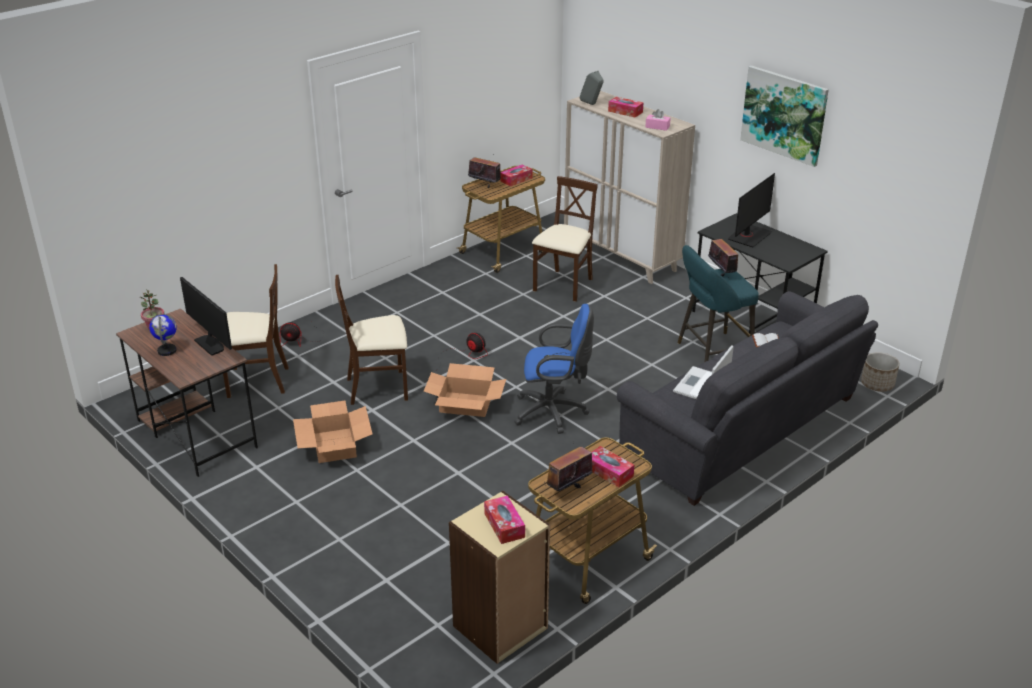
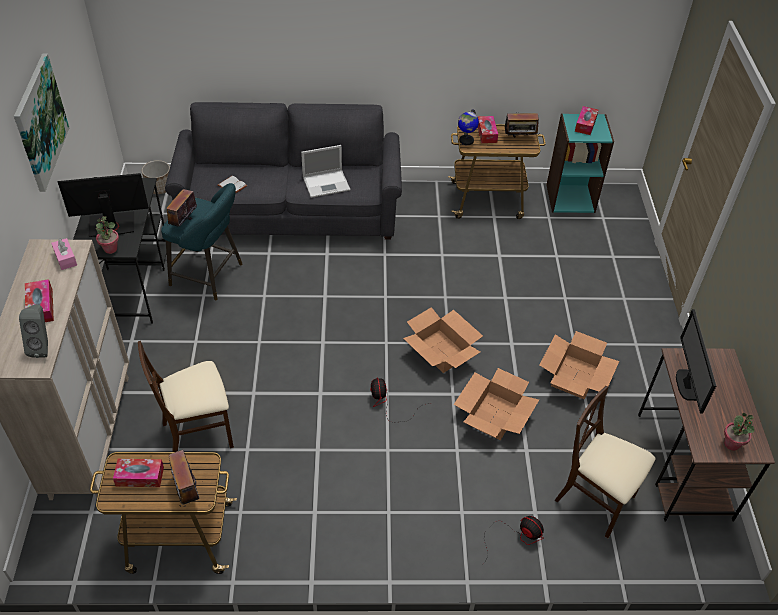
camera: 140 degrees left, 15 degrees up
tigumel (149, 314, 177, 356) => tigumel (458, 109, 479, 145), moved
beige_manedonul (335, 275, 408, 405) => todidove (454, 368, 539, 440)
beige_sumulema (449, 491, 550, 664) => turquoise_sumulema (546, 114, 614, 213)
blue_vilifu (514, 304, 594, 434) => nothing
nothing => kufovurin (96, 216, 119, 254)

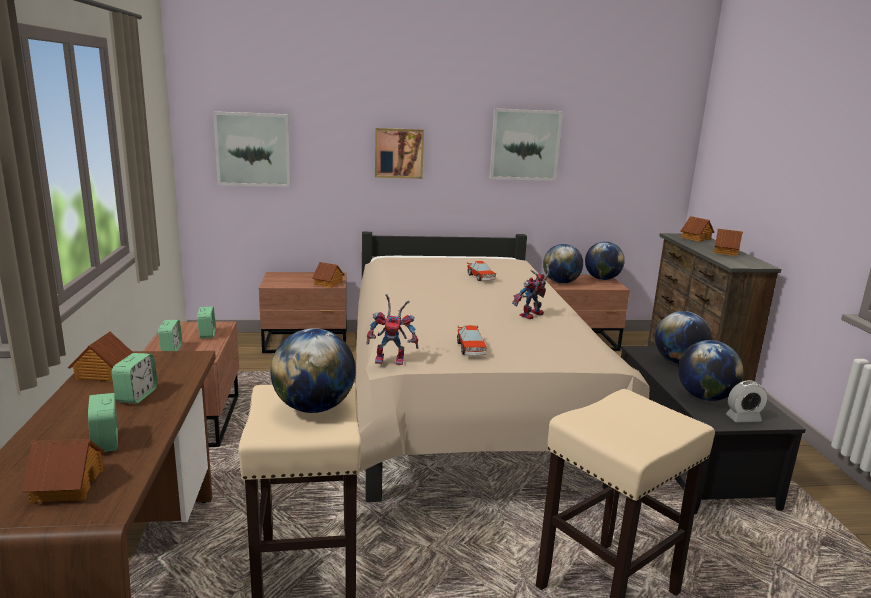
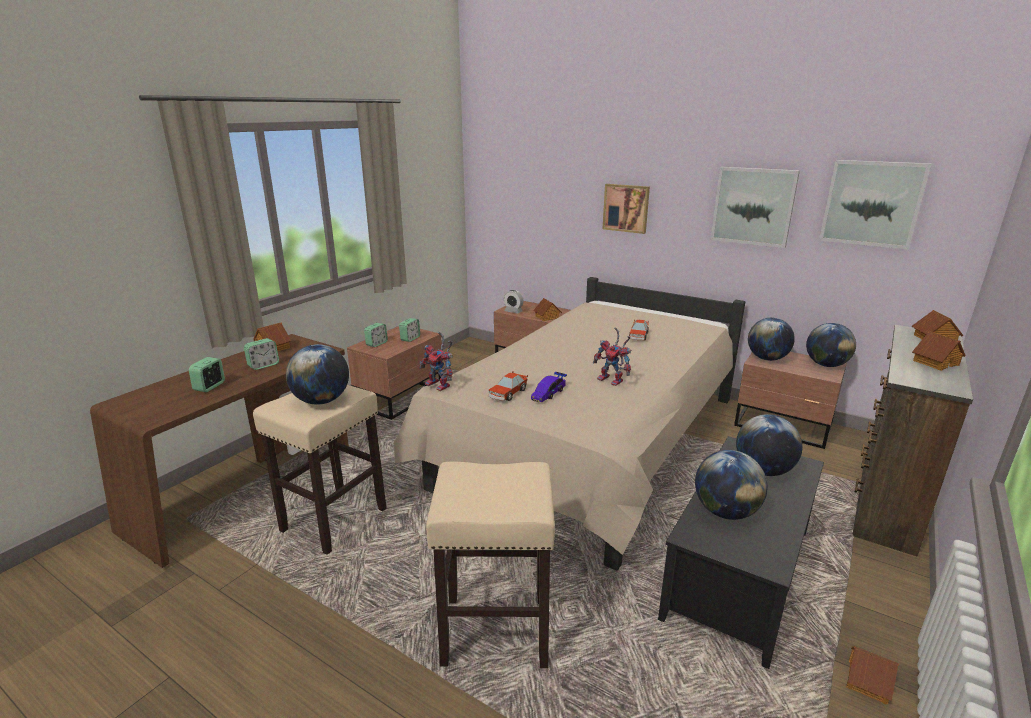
camera: 40 degrees right, 5 degrees up
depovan (22, 439, 105, 503) => depovan (846, 646, 899, 705), moved
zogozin (213, 111, 291, 187) => zogozin (819, 160, 931, 250), moved
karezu (512, 264, 550, 319) => karezu (593, 327, 632, 386), 135 degrees counterclockwise
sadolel (726, 380, 768, 422) => sadolel (504, 290, 523, 314), moved
nothing => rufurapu (531, 372, 567, 402)

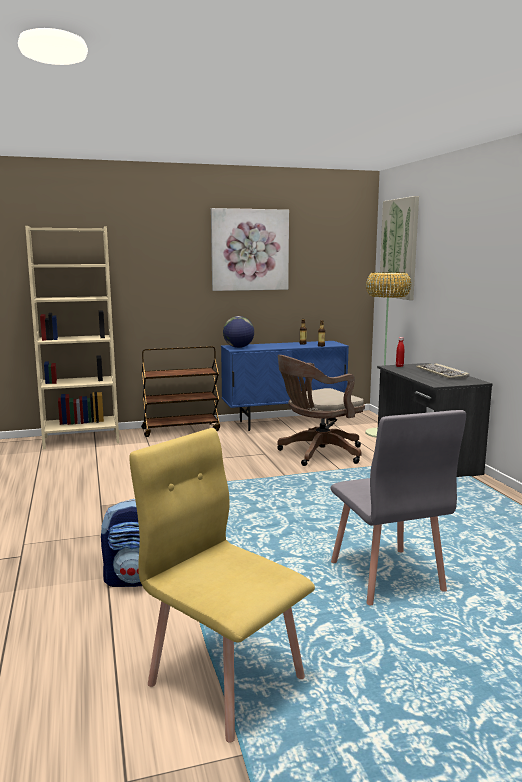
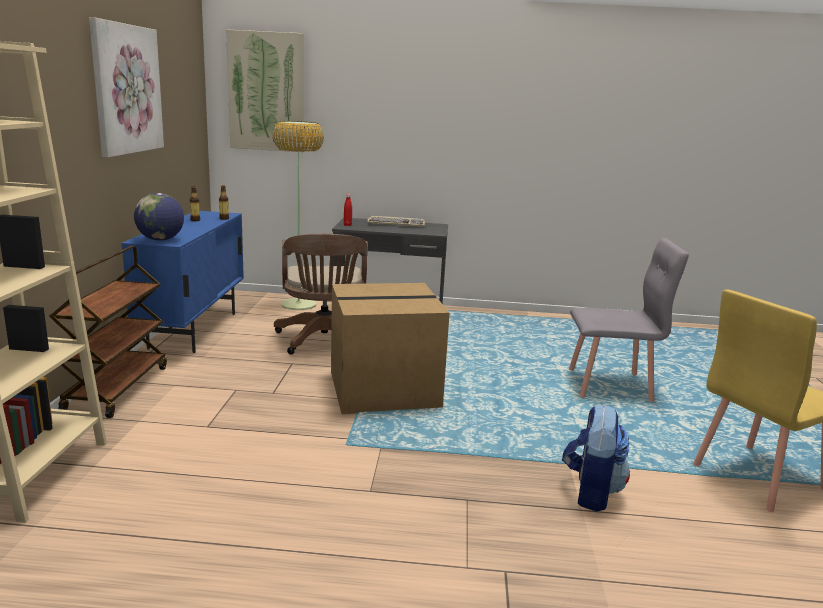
camera: 70 degrees left, 5 degrees up
nothing => todidove (331, 283, 450, 414)

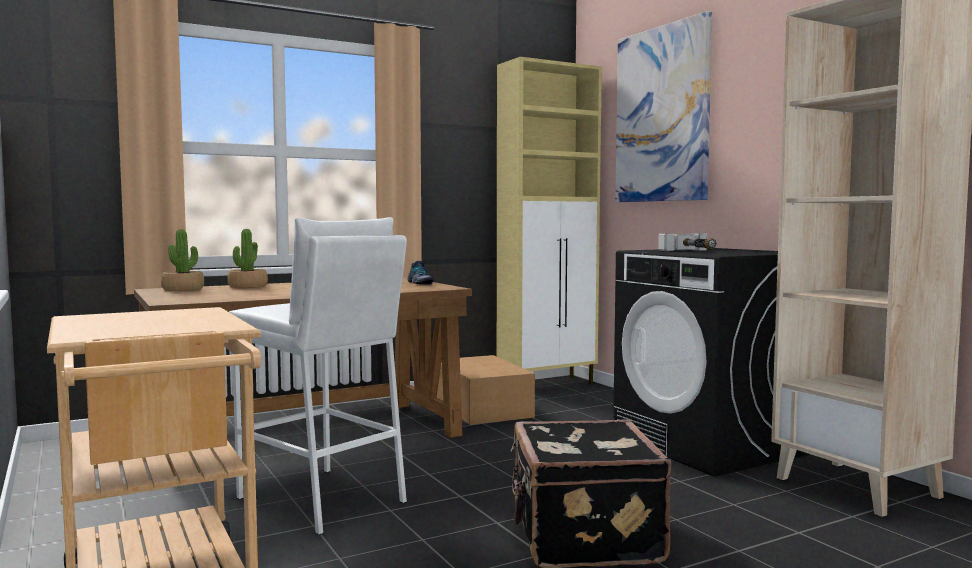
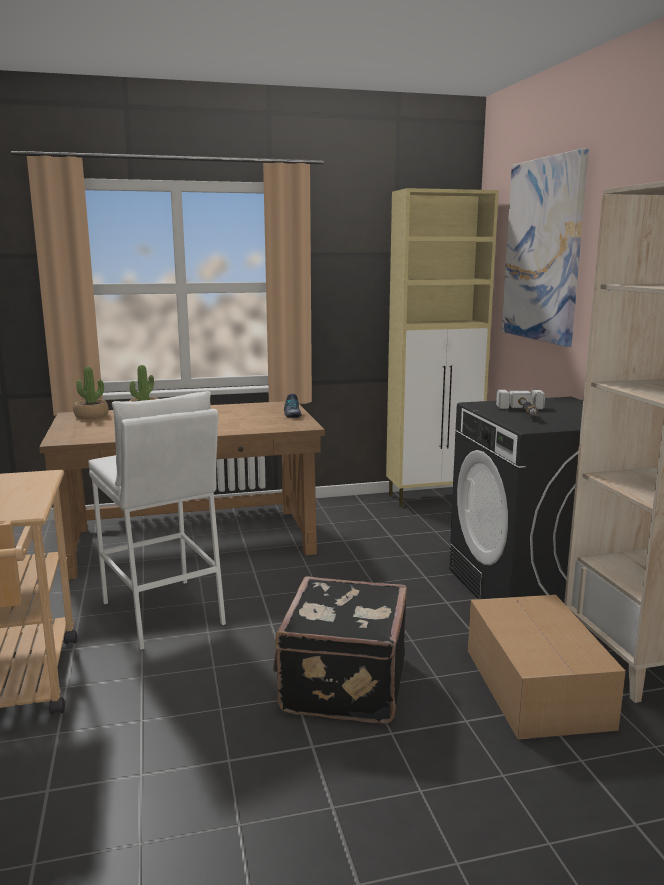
camera: 15 degrees right, 10 degrees up
todidove (437, 355, 535, 425) => todidove (468, 595, 626, 739), moved

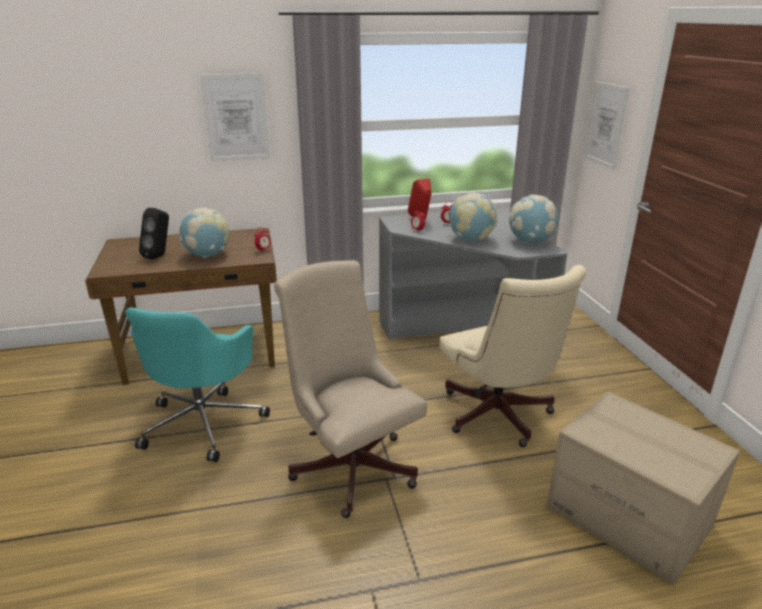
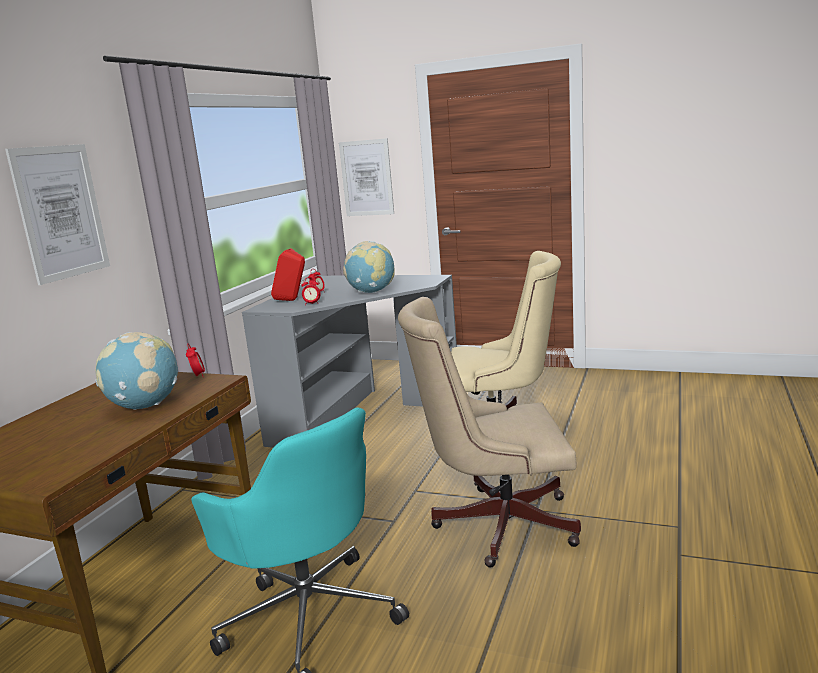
camera: 55 degrees left, 10 degrees down
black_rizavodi (139, 208, 169, 259) => nothing
tigumel (509, 195, 558, 244) => nothing
todidove (547, 392, 740, 585) => nothing

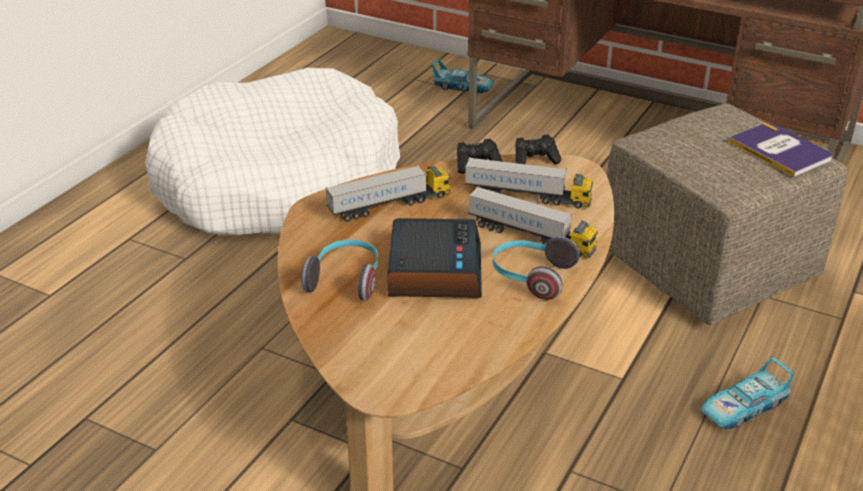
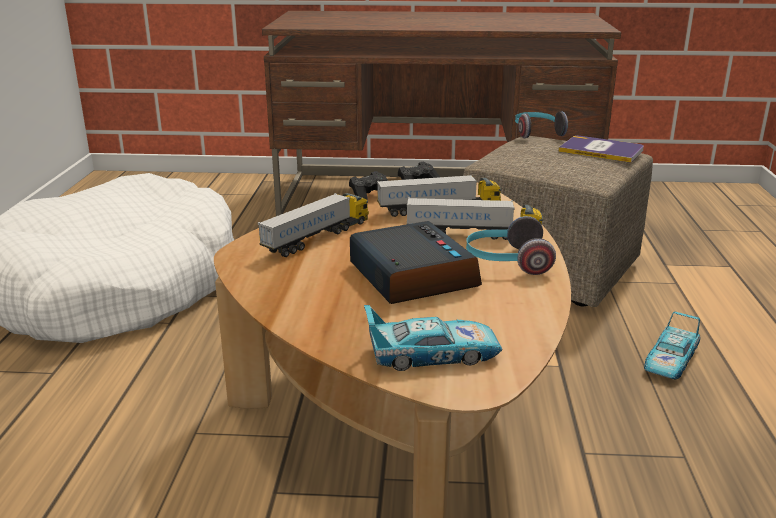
camera: 25 degrees left, 10 degrees down
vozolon (301, 239, 378, 301) => vozolon (515, 112, 568, 138), moved
rufurapu (432, 59, 494, 93) => rufurapu (364, 305, 502, 371), moved

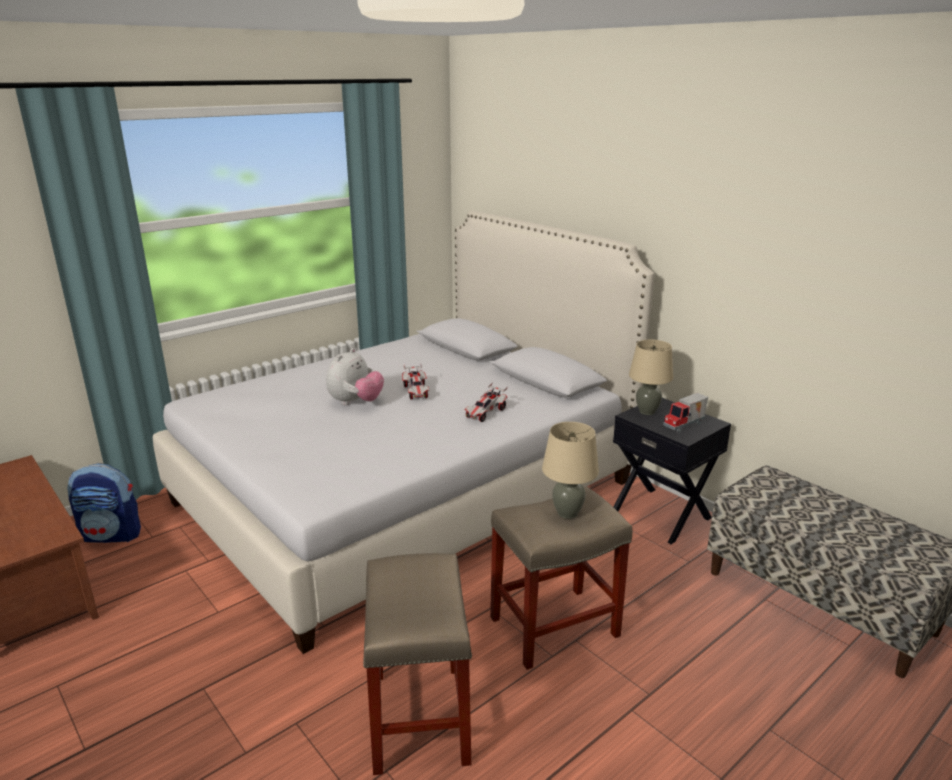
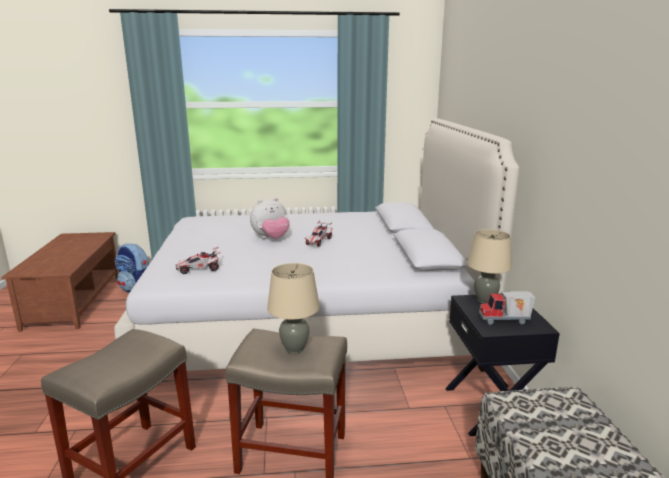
camera: 35 degrees right, 5 degrees down
rufurapu (465, 383, 508, 422) => rufurapu (176, 247, 221, 274), moved

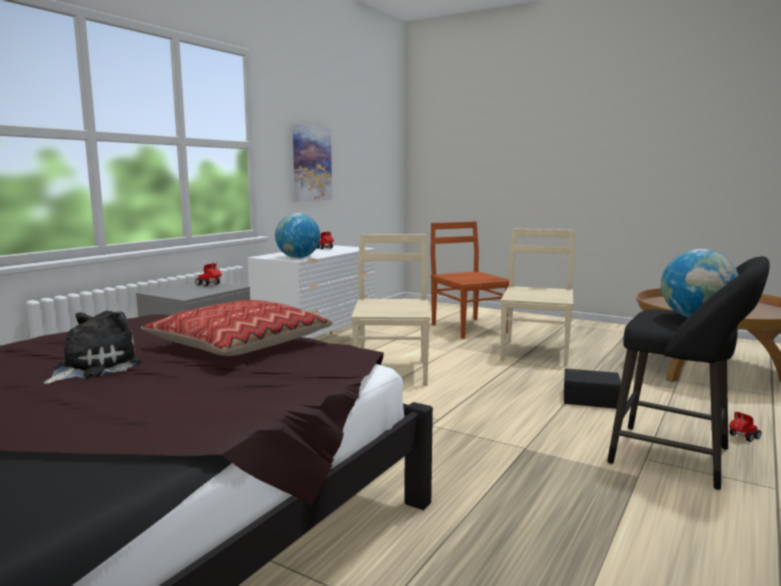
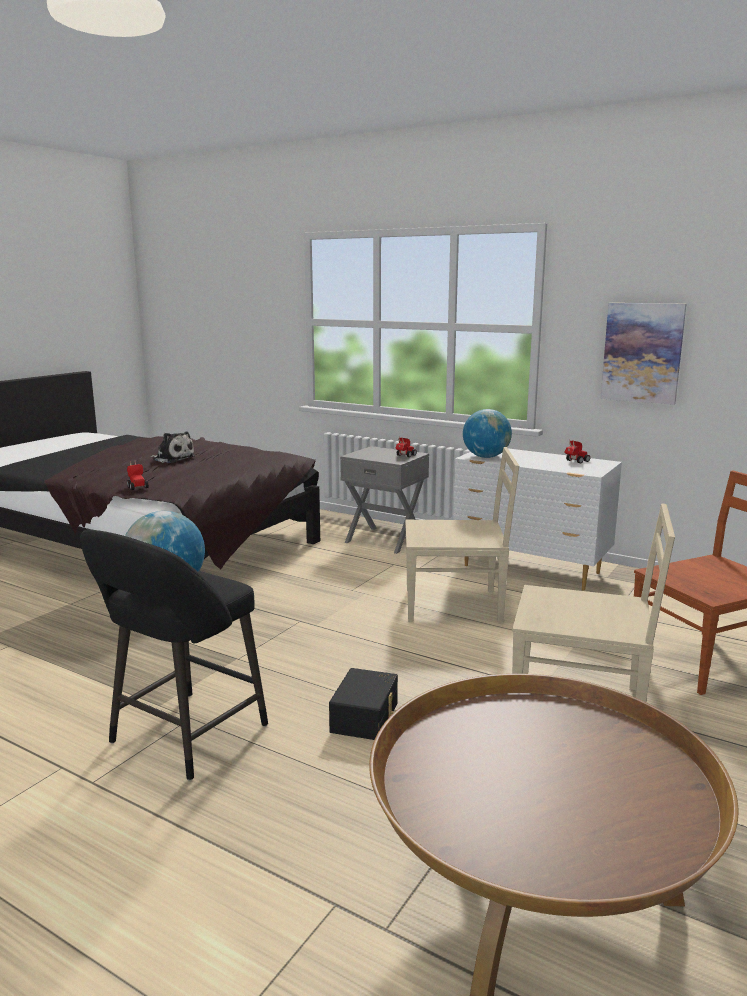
camera: 90 degrees right, 5 degrees up
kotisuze (141, 300, 333, 356) => nothing
rufurapu (729, 412, 762, 442) => rufurapu (127, 461, 149, 490), moved

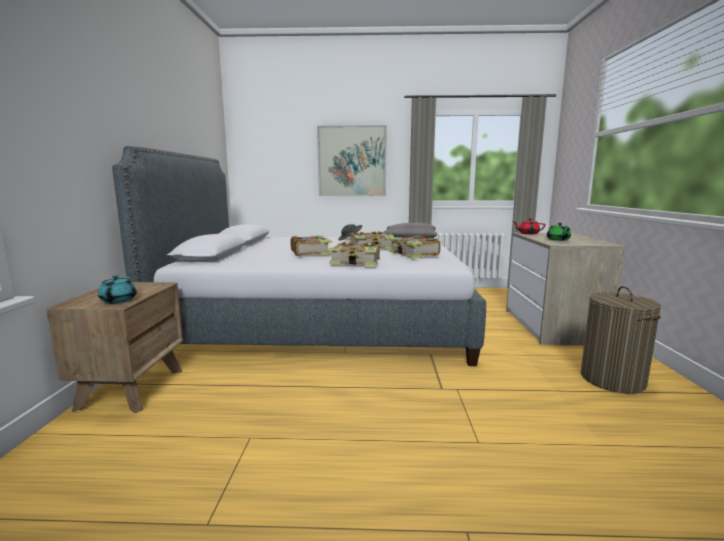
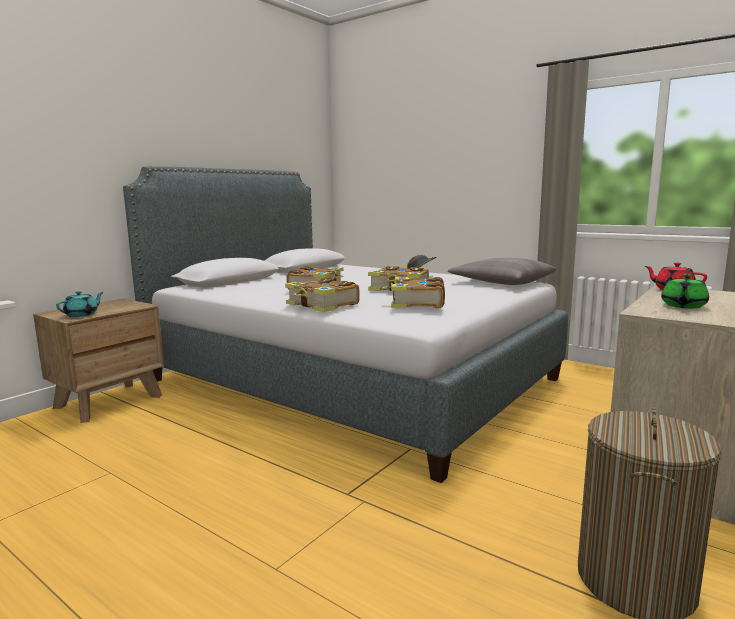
camera: 35 degrees right, 0 degrees up
zogozin (317, 125, 387, 196) => nothing

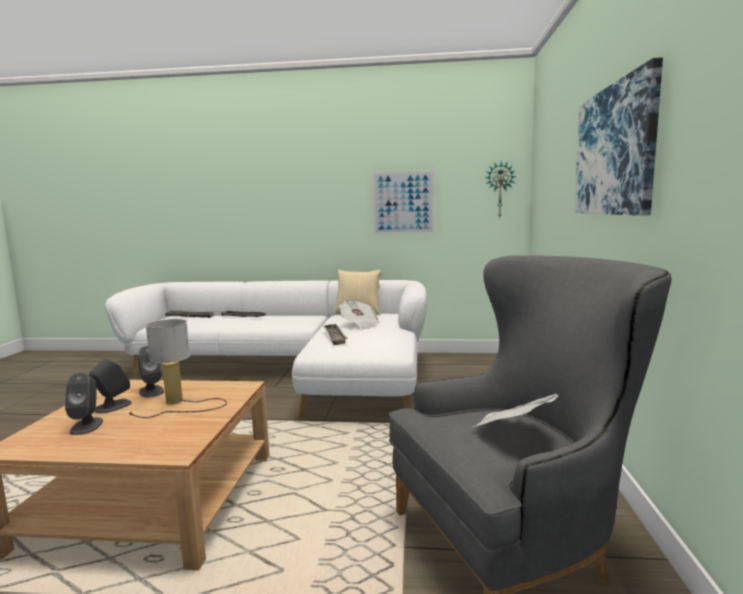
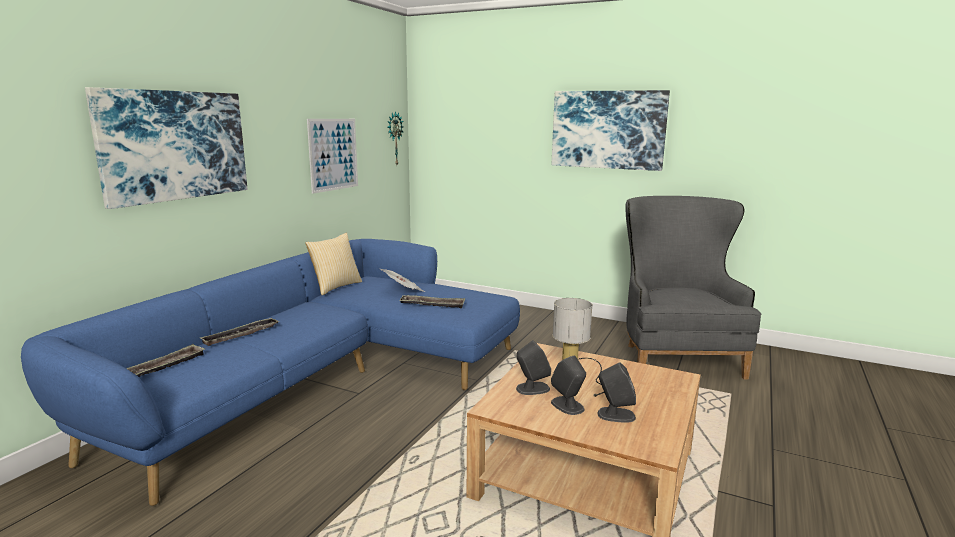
camera: 70 degrees left, 5 degrees up
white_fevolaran (105, 280, 427, 419) => blue_fevolaran (21, 239, 520, 506)
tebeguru (473, 394, 558, 427) => nothing
nothing => zogozin (85, 87, 247, 209)

